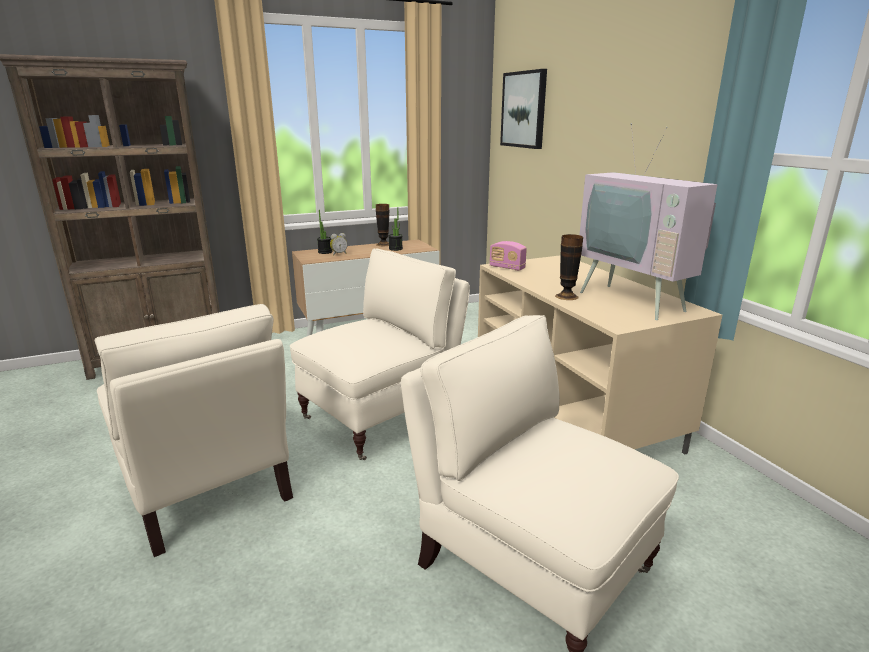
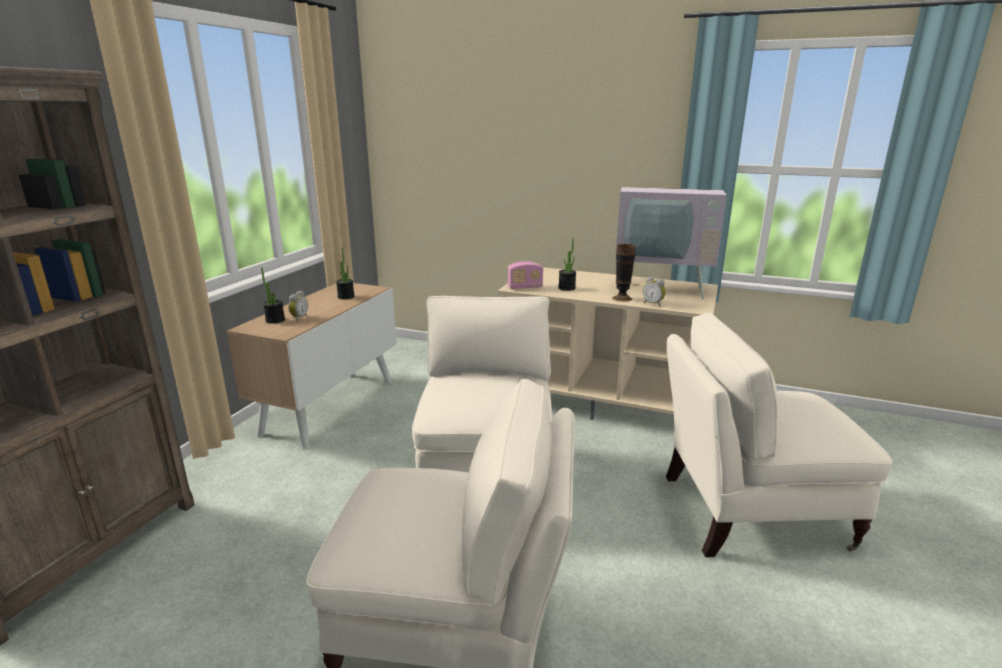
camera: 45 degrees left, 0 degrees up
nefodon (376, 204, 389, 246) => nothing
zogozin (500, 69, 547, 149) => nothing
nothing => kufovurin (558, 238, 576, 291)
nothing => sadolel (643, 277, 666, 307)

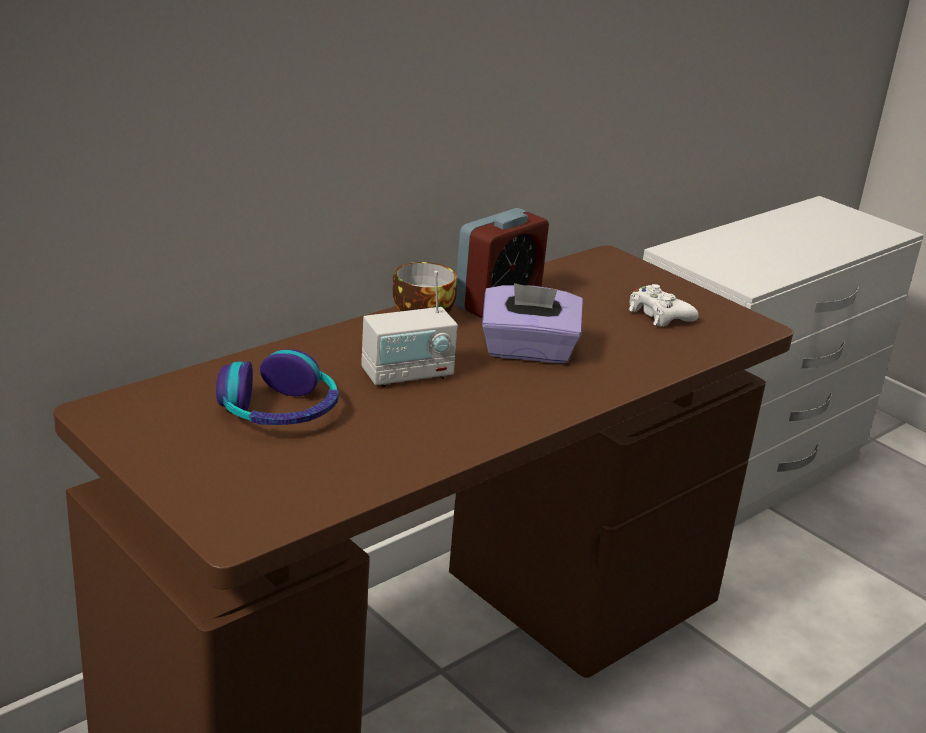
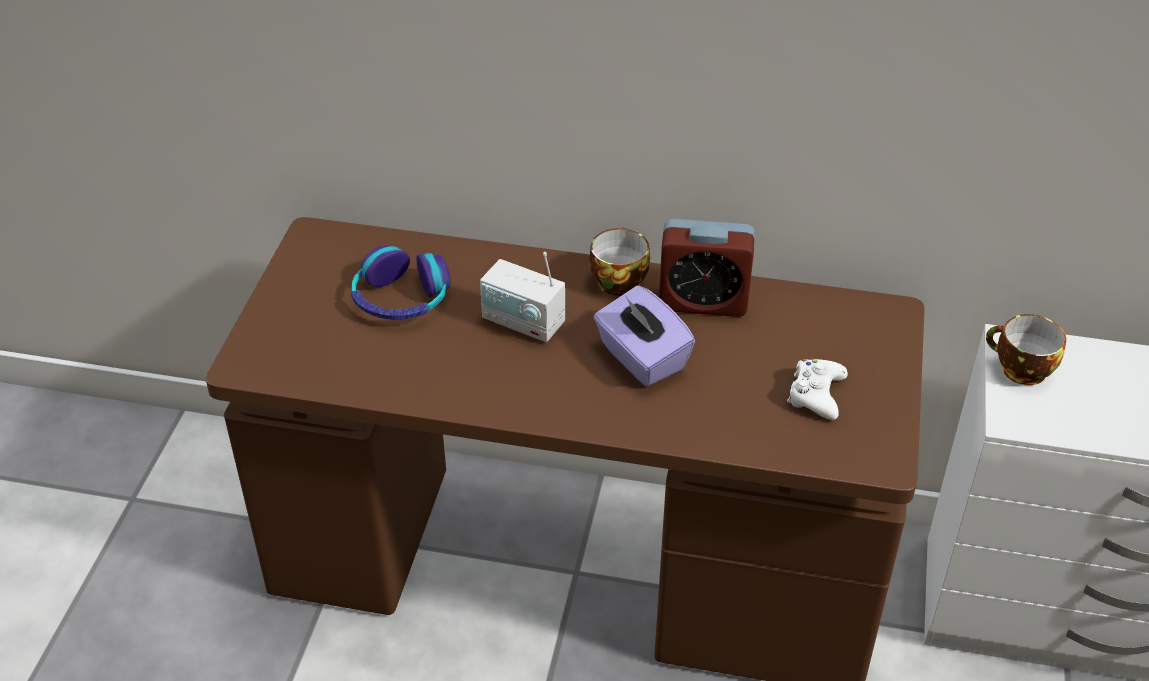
camera: 55 degrees right, 15 degrees up
nothing => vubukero (986, 314, 1066, 385)

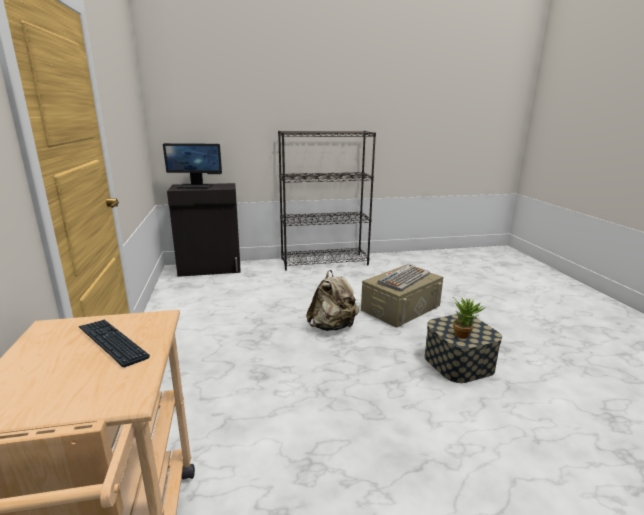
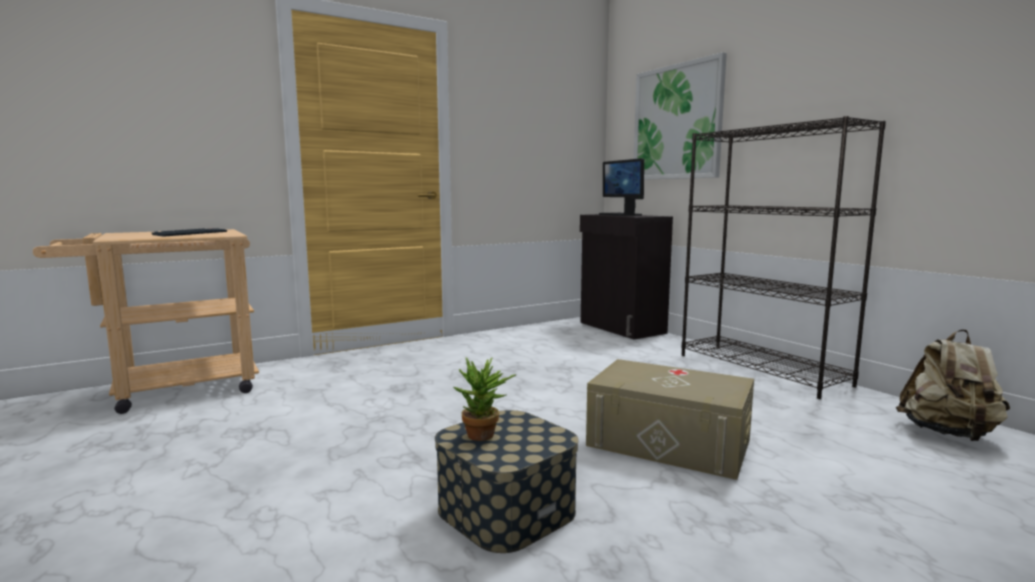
camera: 70 degrees right, 10 degrees down
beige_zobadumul (306, 270, 359, 331) => beige_zobadumul (896, 329, 1010, 441), moved
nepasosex (378, 264, 430, 292) => nothing
nothing => zogozin (634, 52, 727, 180)

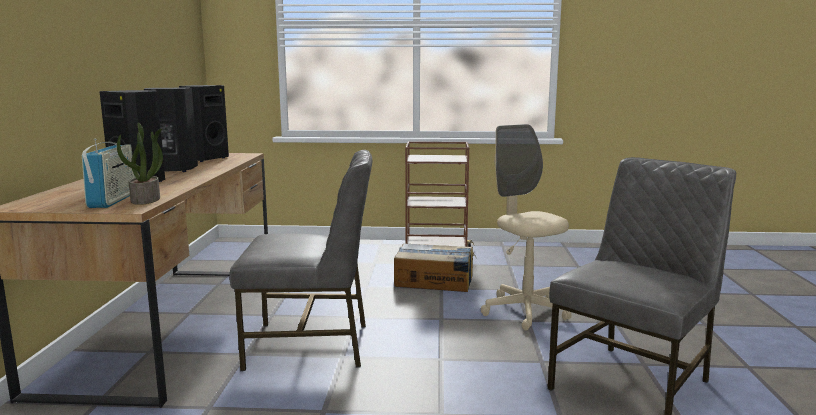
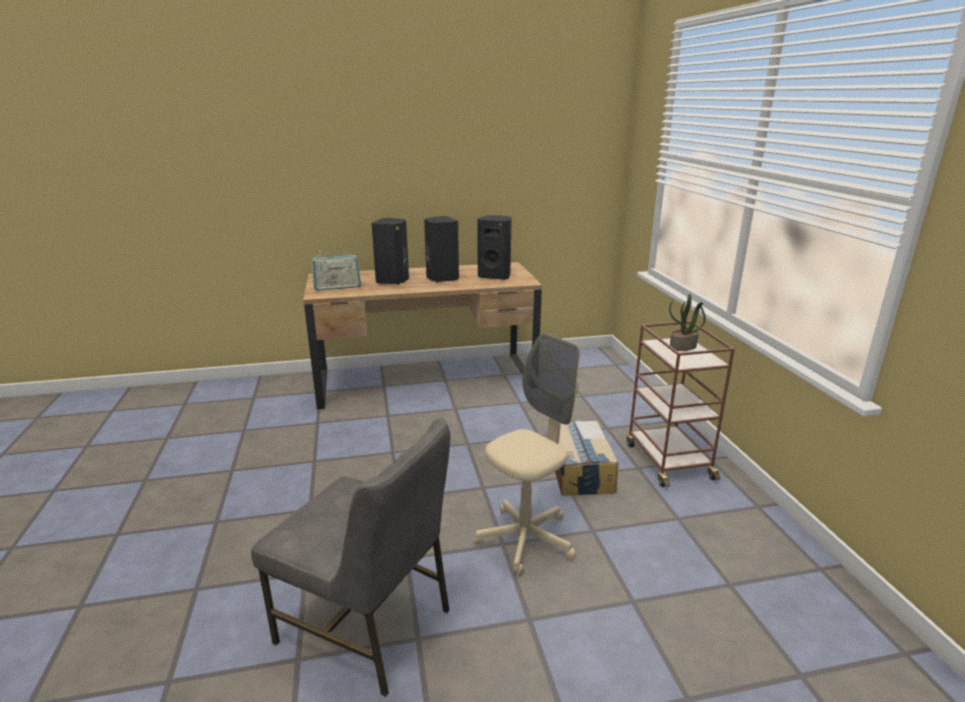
camera: 75 degrees right, 10 degrees up
kufovurin (117, 123, 163, 205) => kufovurin (669, 294, 706, 351), moved
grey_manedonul (229, 150, 372, 371) => nothing

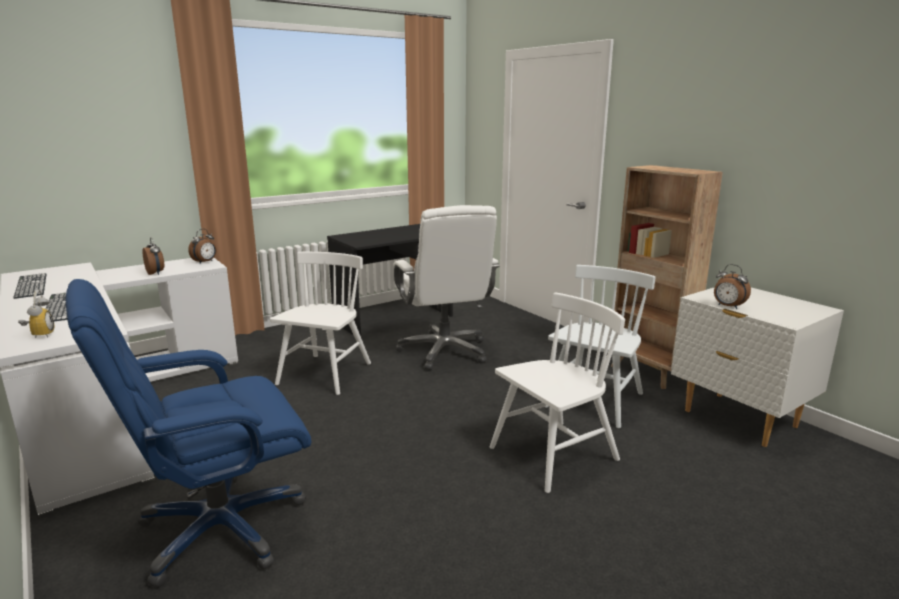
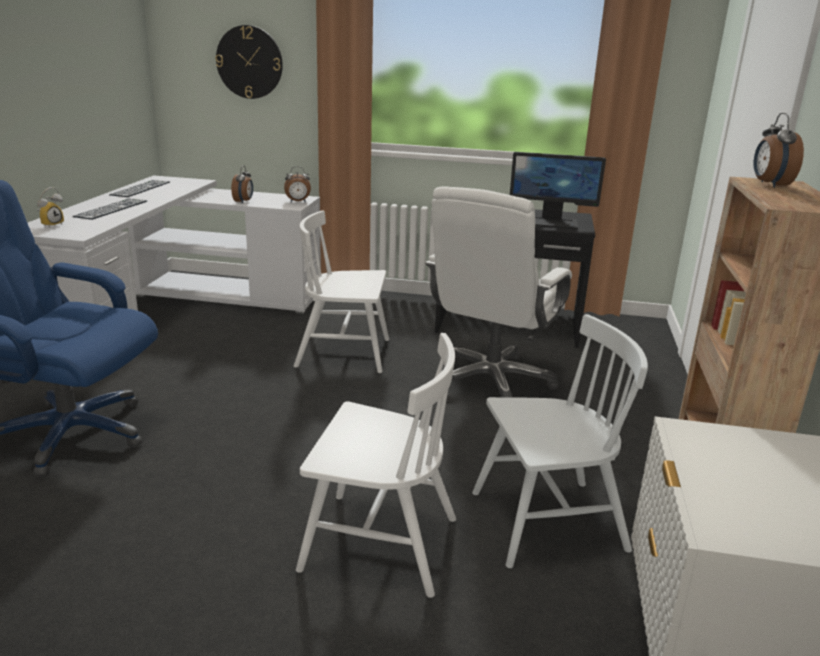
camera: 45 degrees right, 5 degrees up
white_manedonul (270, 252, 371, 395) => white_manedonul (294, 211, 389, 373), 150 degrees counterclockwise
sadolel (714, 264, 751, 309) => sadolel (753, 113, 804, 188), moved
nothing => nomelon (215, 25, 283, 99)
nothing => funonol (510, 152, 606, 229)

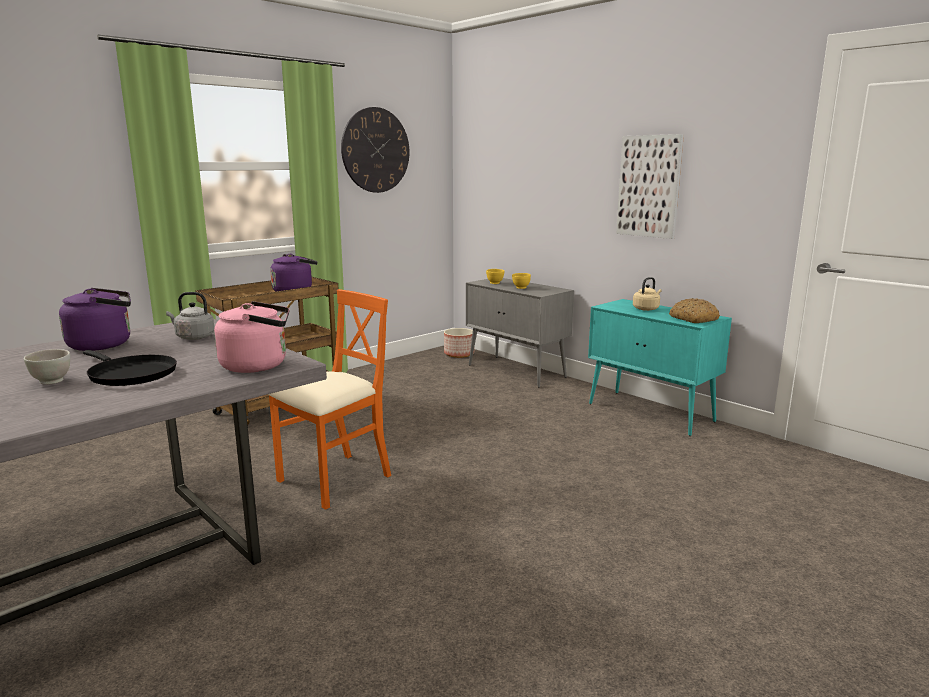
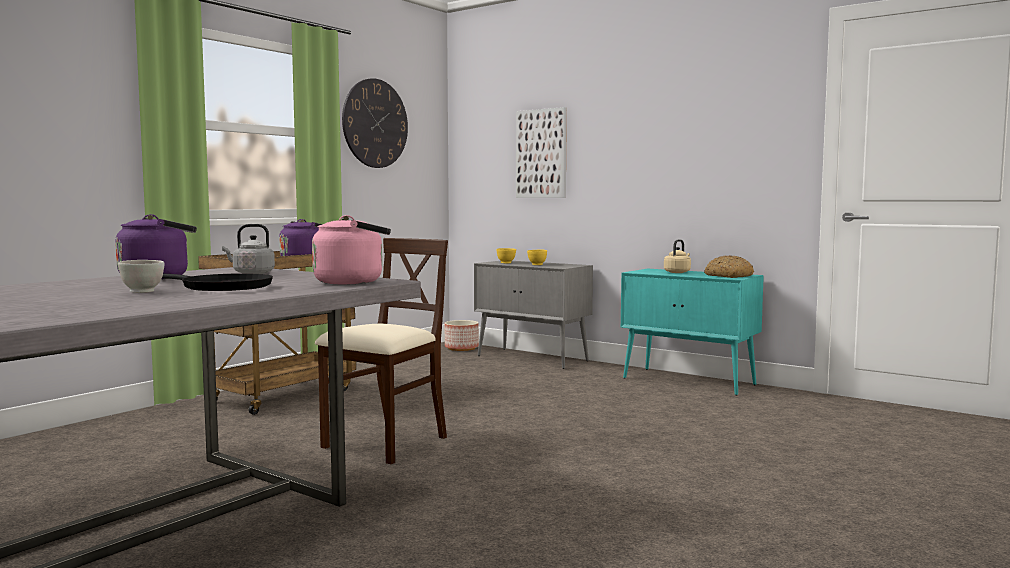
camera: 10 degrees left, 10 degrees down
orange_manedonul (268, 289, 391, 510) => beige_manedonul (315, 238, 448, 464)
zogozin (616, 134, 684, 239) => zogozin (516, 107, 567, 198), moved

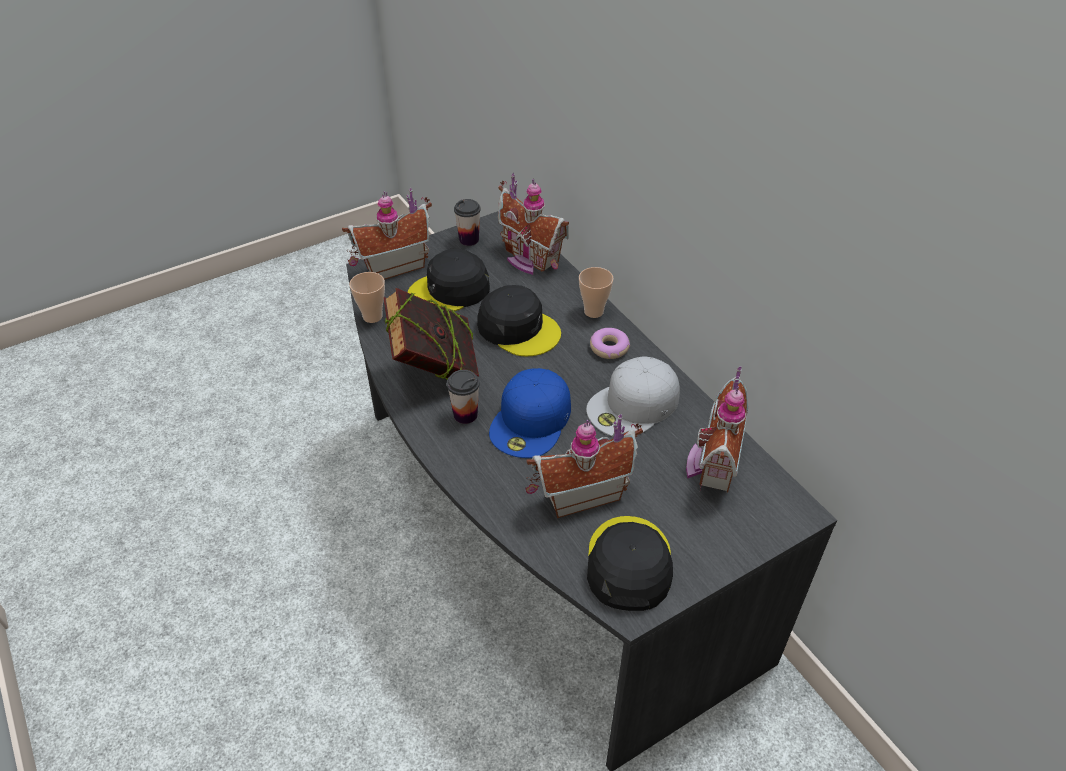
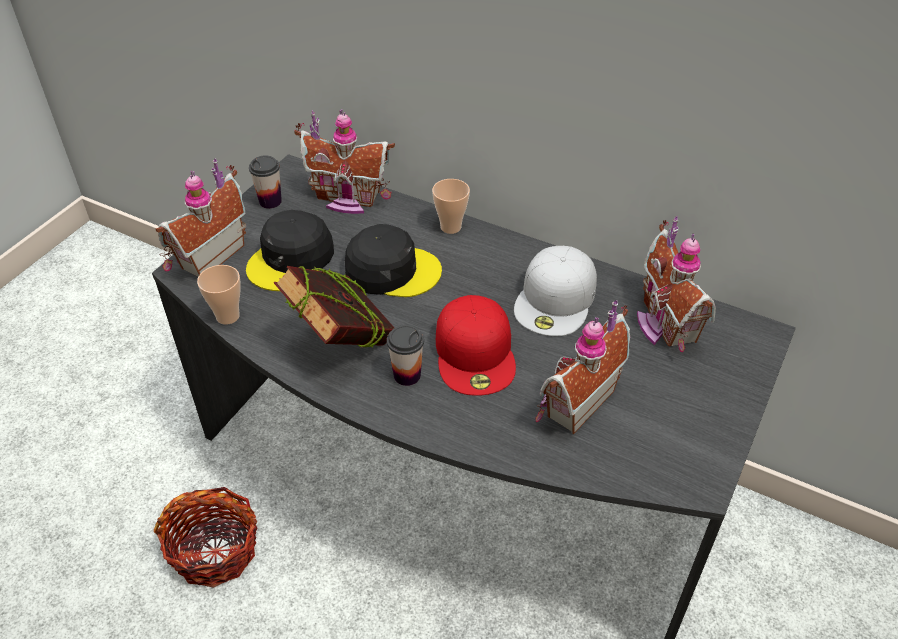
camera: 30 degrees left, 0 degrees up
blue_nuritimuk (489, 368, 571, 458) => red_nuritimuk (436, 295, 516, 396)
black_nuritimuk (587, 516, 673, 611) => nothing
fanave (590, 328, 630, 359) => nothing
nothing => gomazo (154, 487, 257, 588)

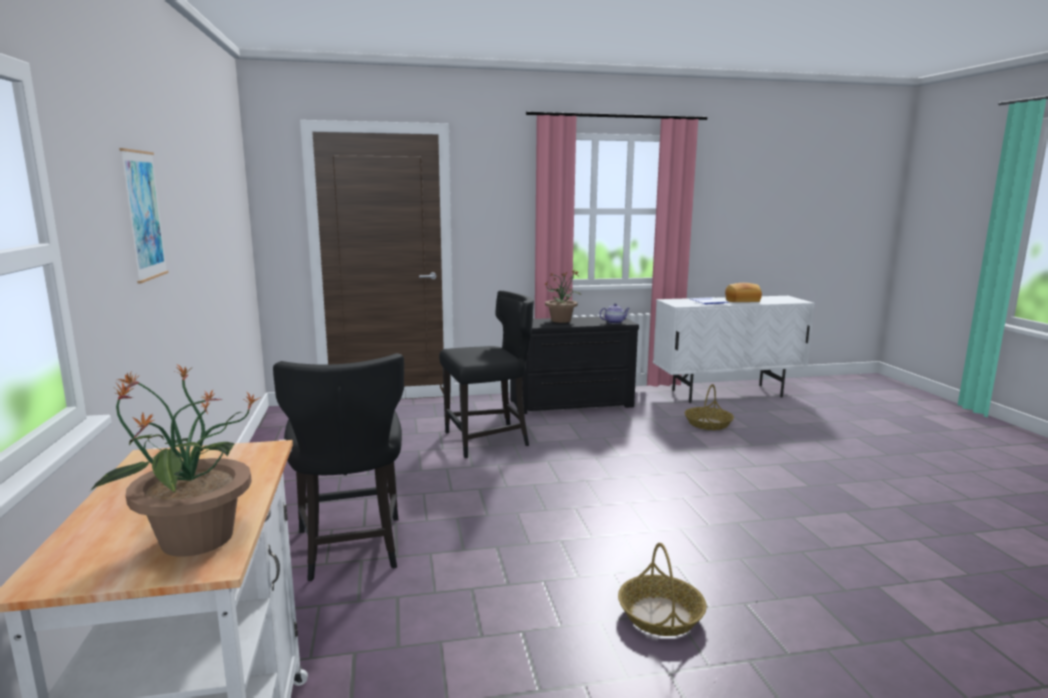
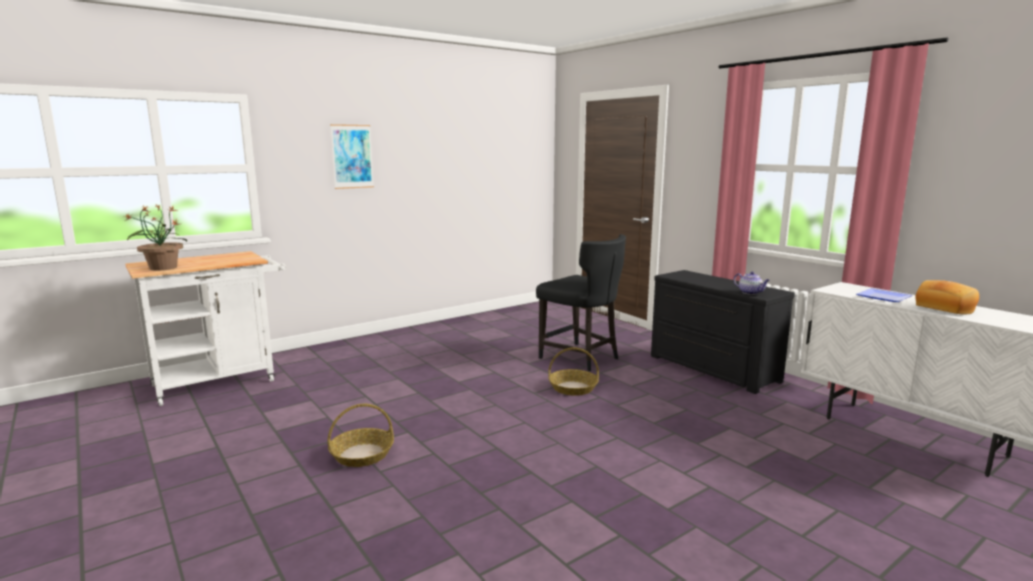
camera: 65 degrees right, 0 degrees up
black_manedonul (273, 353, 404, 581) => nothing
kufovurin (545, 270, 581, 323) => nothing
gomazo (685, 384, 734, 430) => gomazo (548, 347, 599, 396), moved

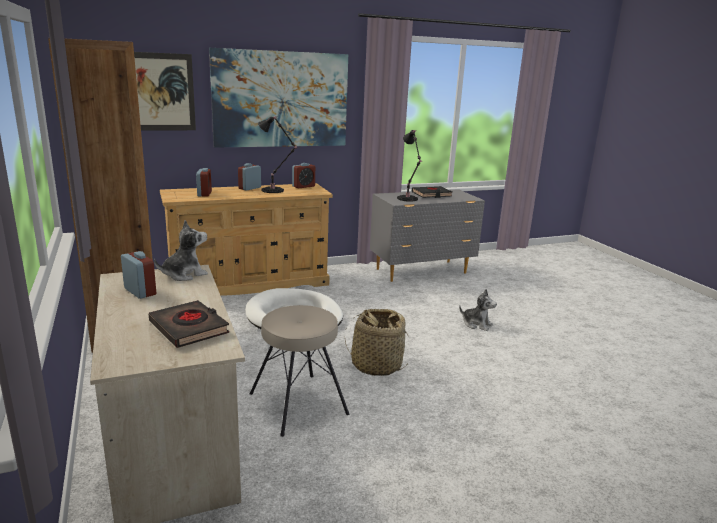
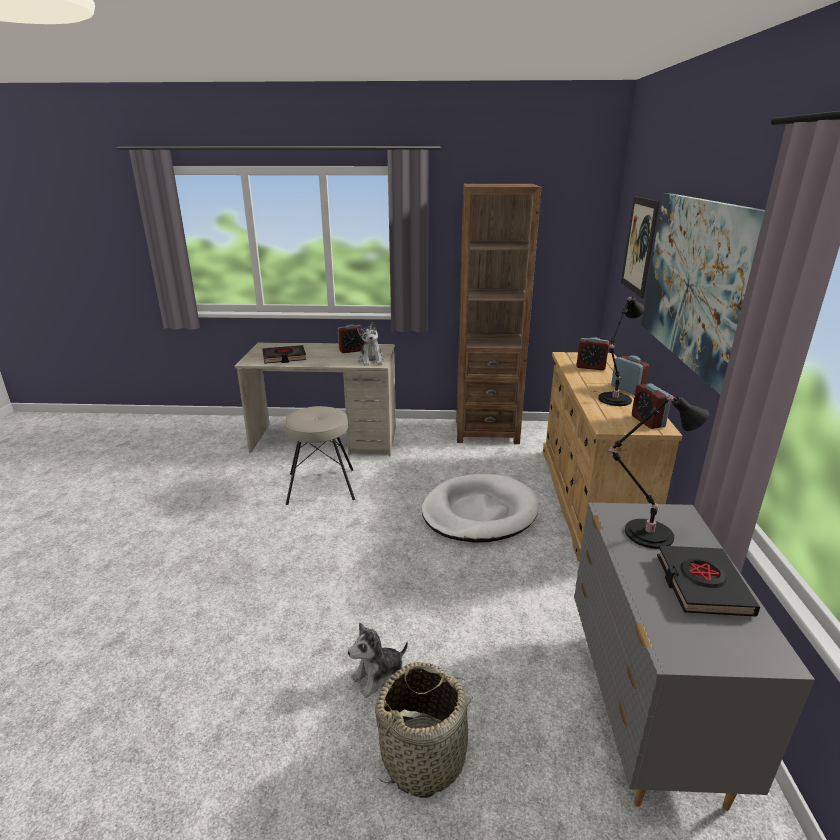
camera: 115 degrees right, 5 degrees up
gomazo (345, 309, 408, 376) => gomazo (375, 662, 473, 798), moved

